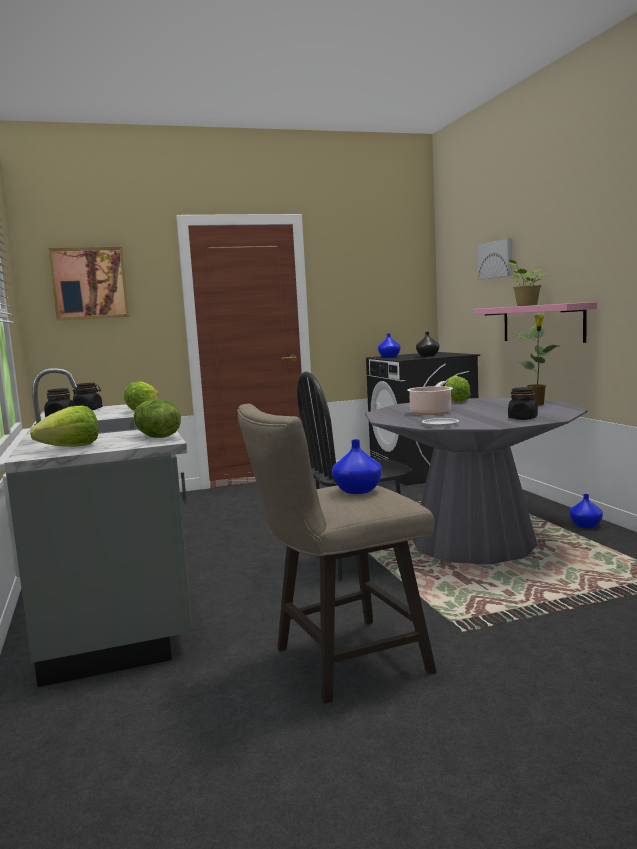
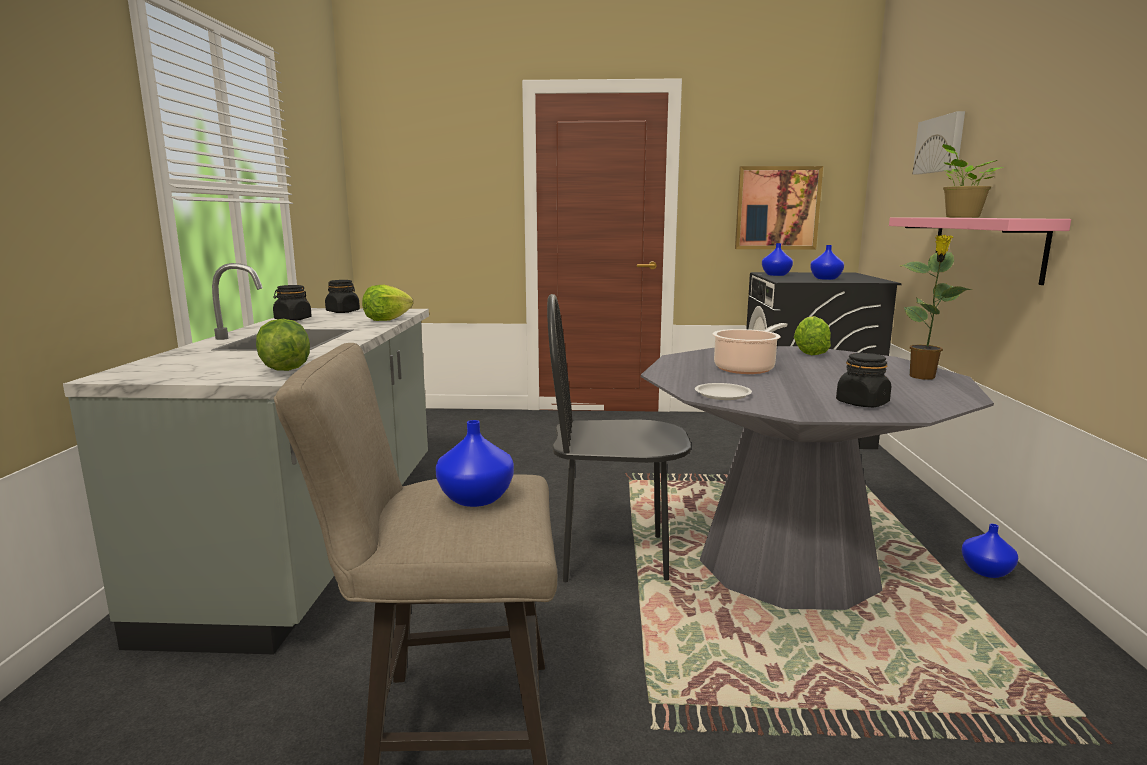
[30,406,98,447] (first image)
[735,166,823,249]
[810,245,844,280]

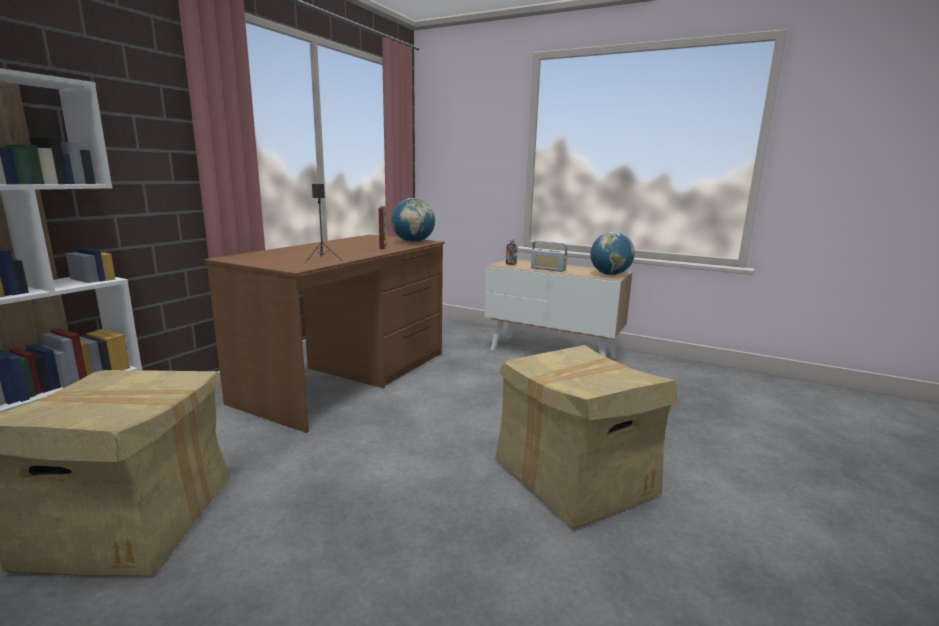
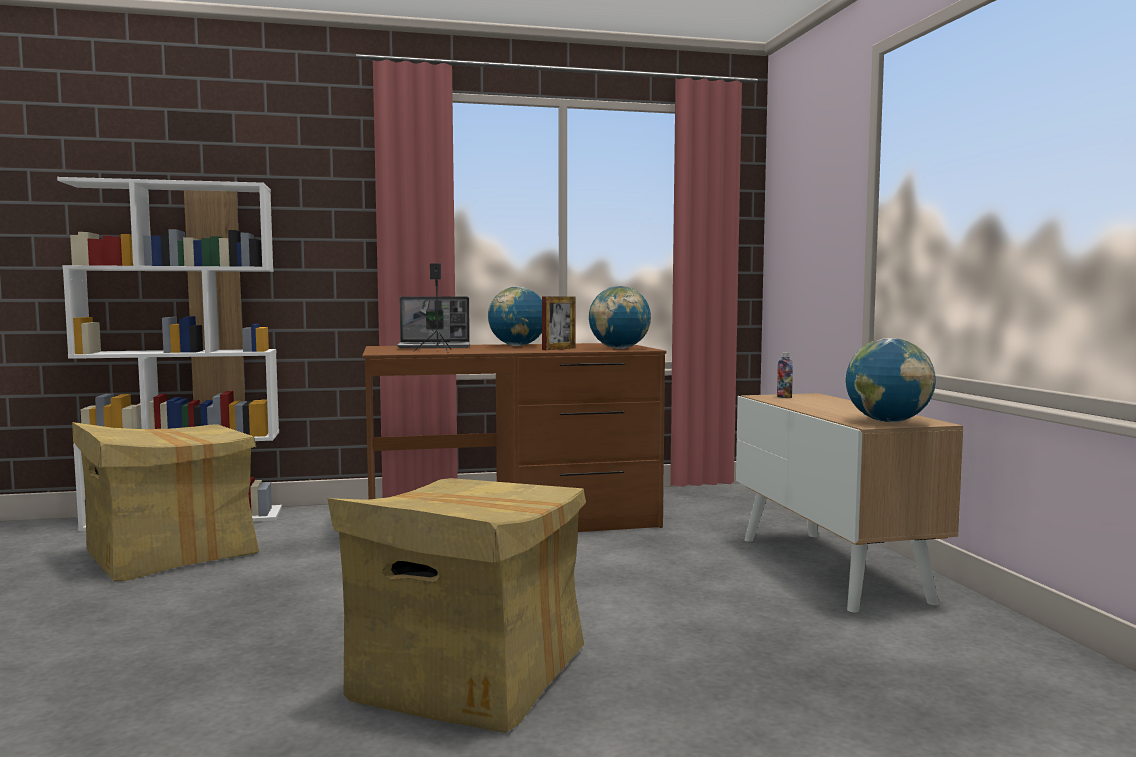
[531,241,567,272] (first image)
[397,297,470,348]
[488,287,542,346]

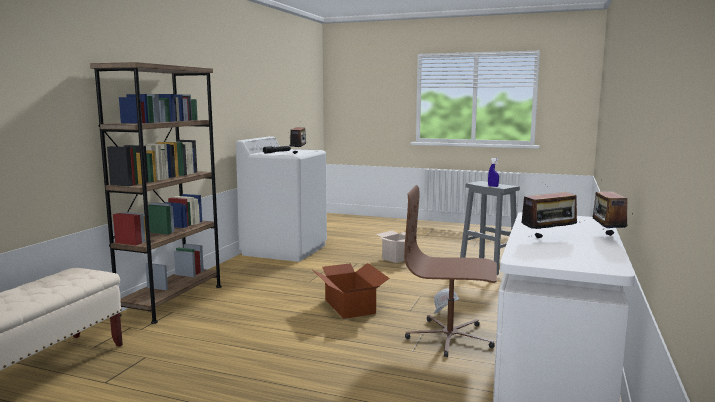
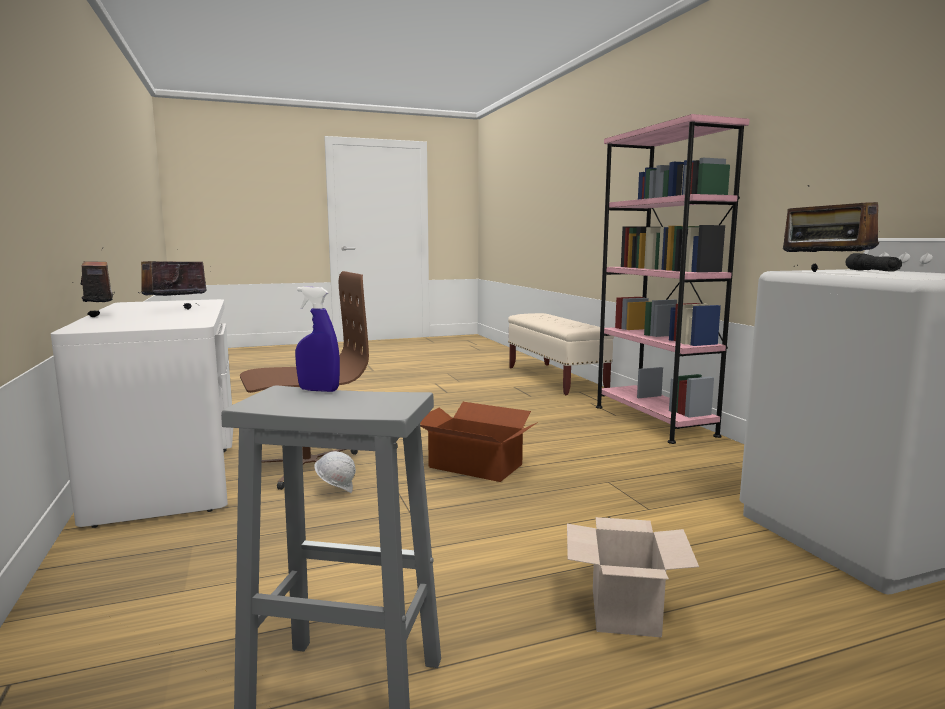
[596,114,749,444]

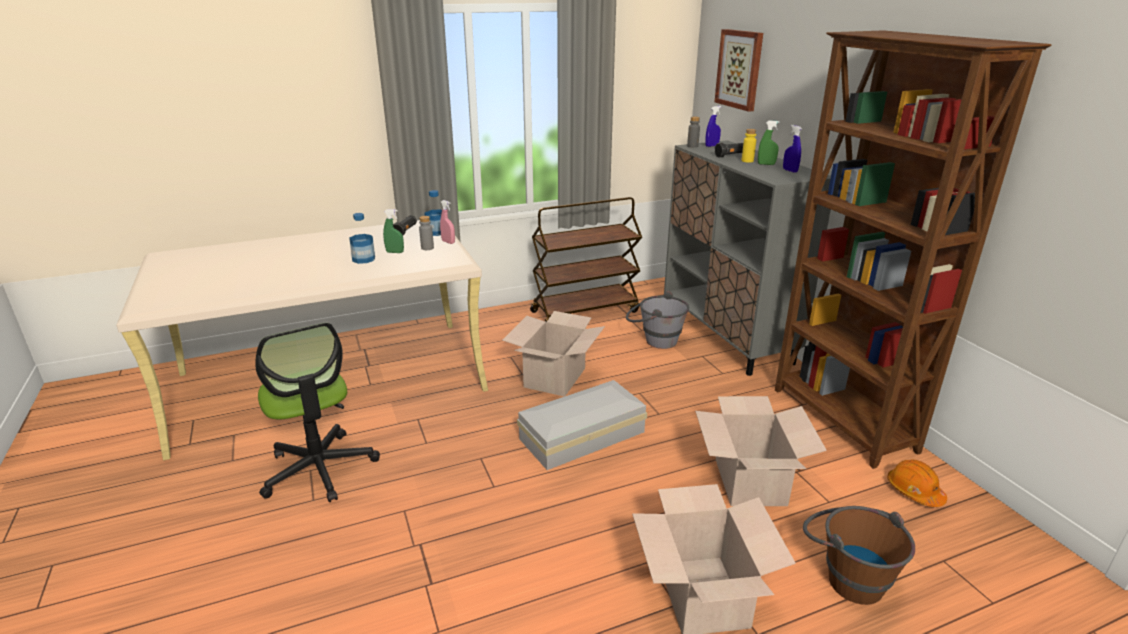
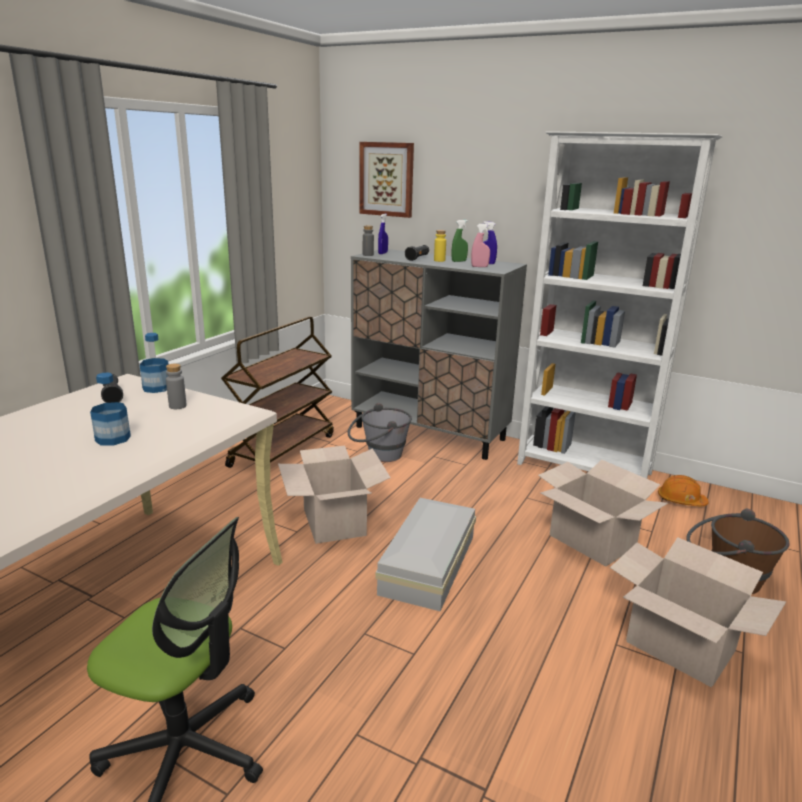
[383,209,404,253] (first image)
[471,224,490,267]
[517,131,723,479]

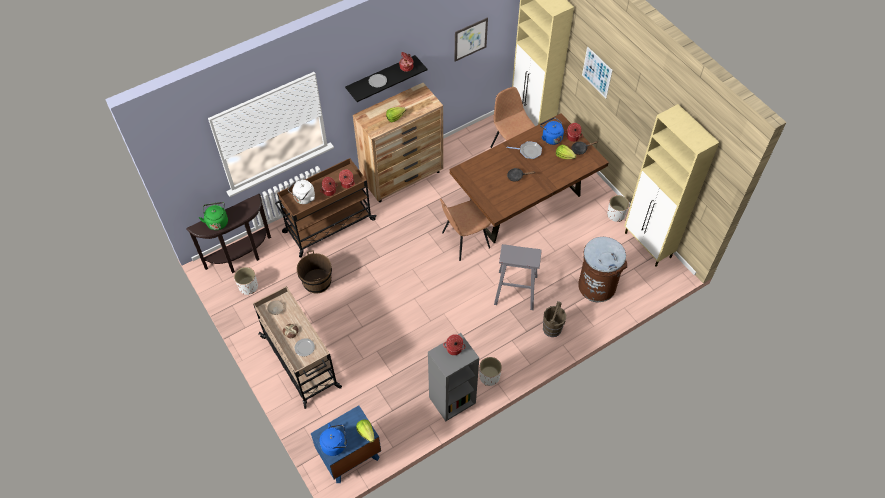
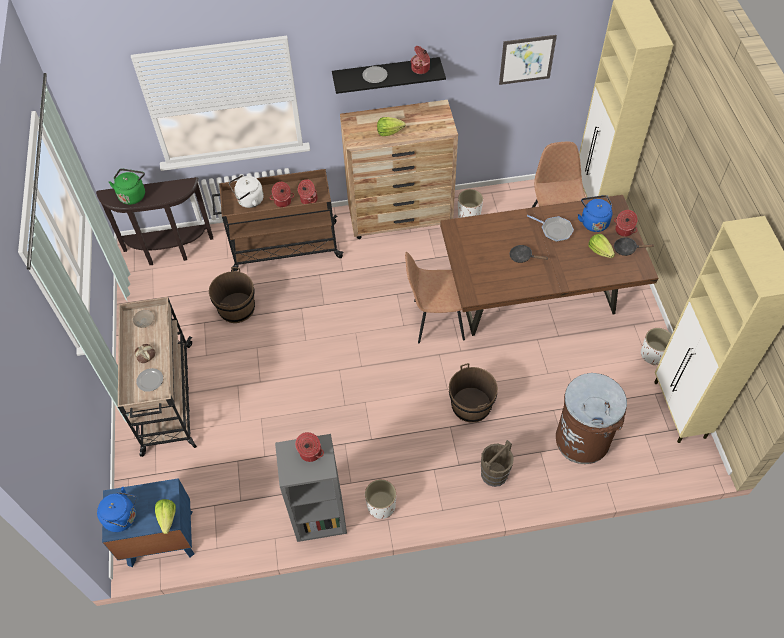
[582,46,613,98] (first image)
[458,189,483,218]
[449,363,498,423]

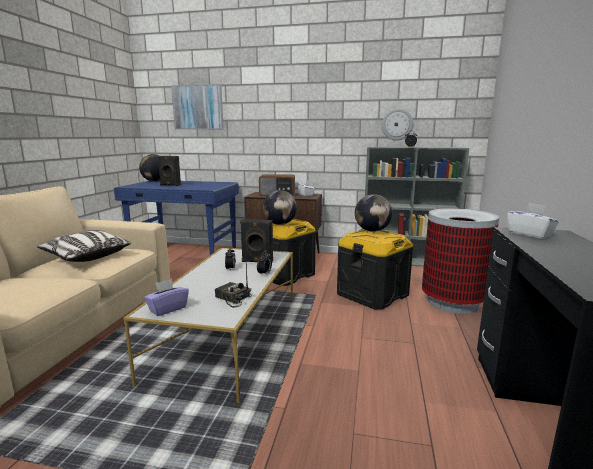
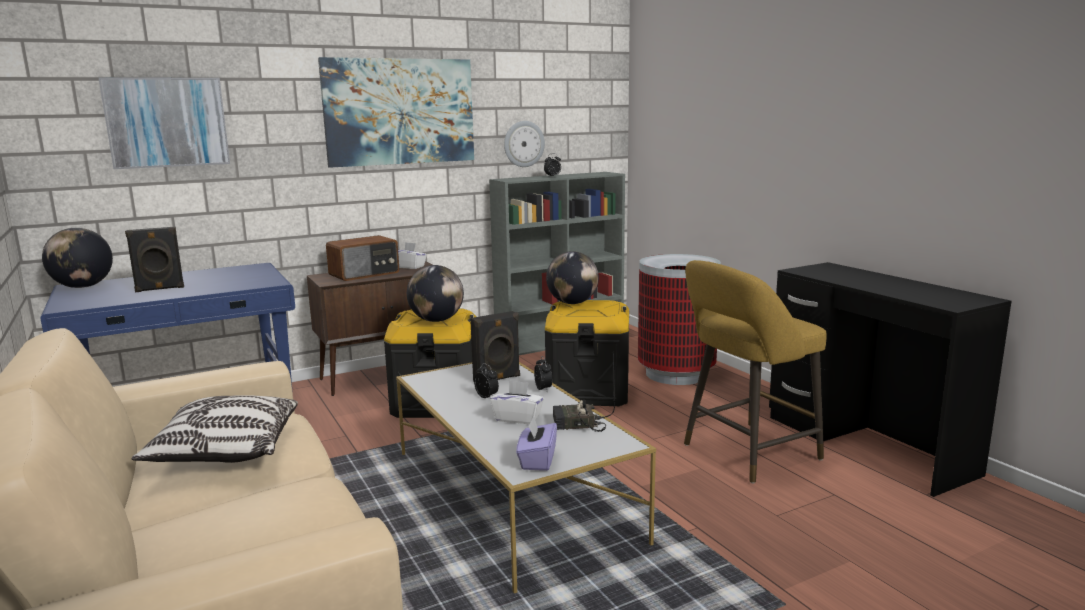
[318,57,474,168]
[684,260,827,483]
[490,380,544,424]

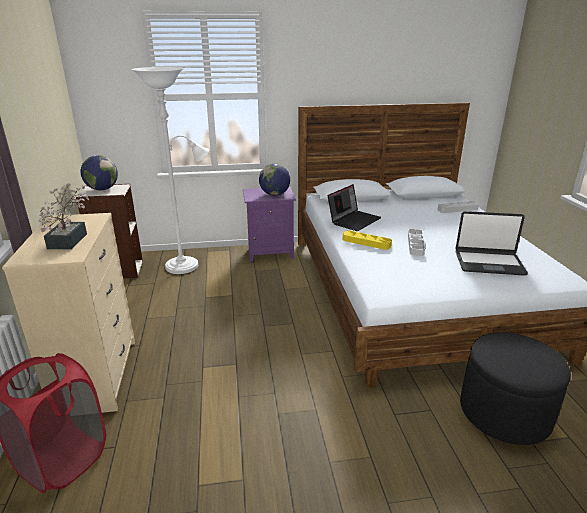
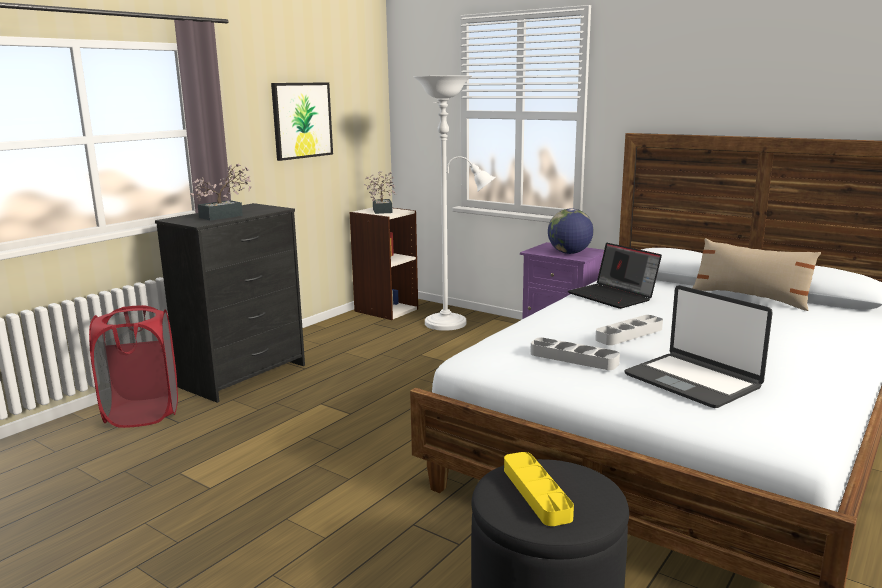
[271,82,333,161]
[693,238,821,311]
[504,452,574,526]
[530,337,620,370]
[364,171,396,214]
[155,203,305,403]
[568,243,662,309]

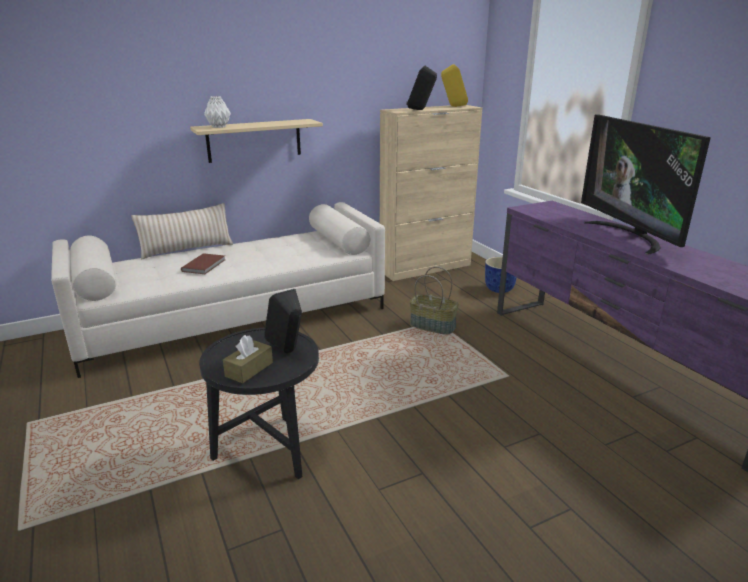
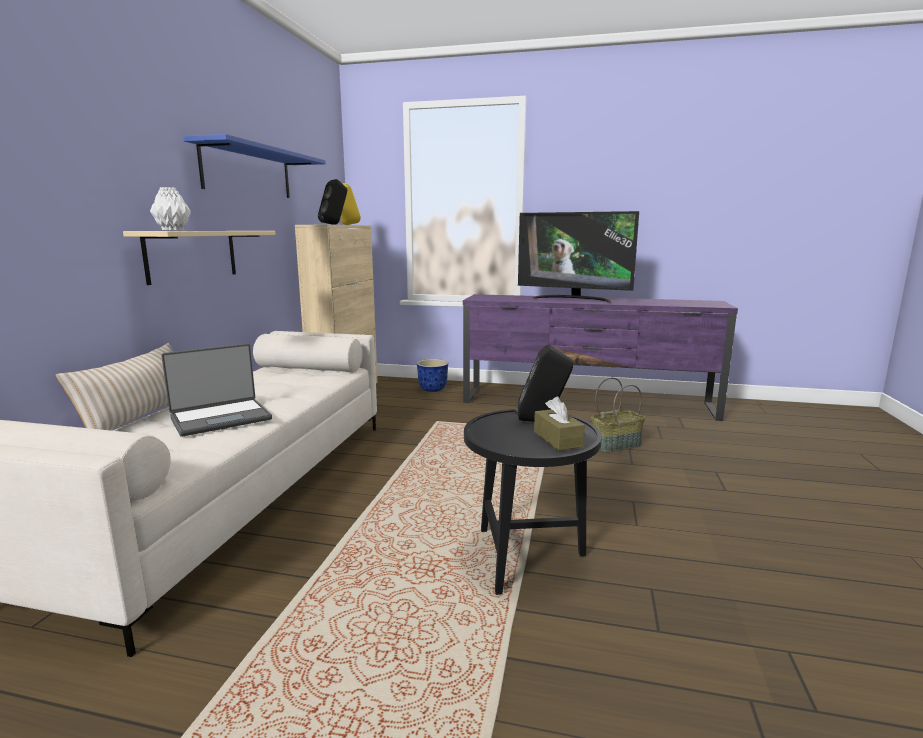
[183,134,326,198]
[591,377,645,452]
[161,344,272,437]

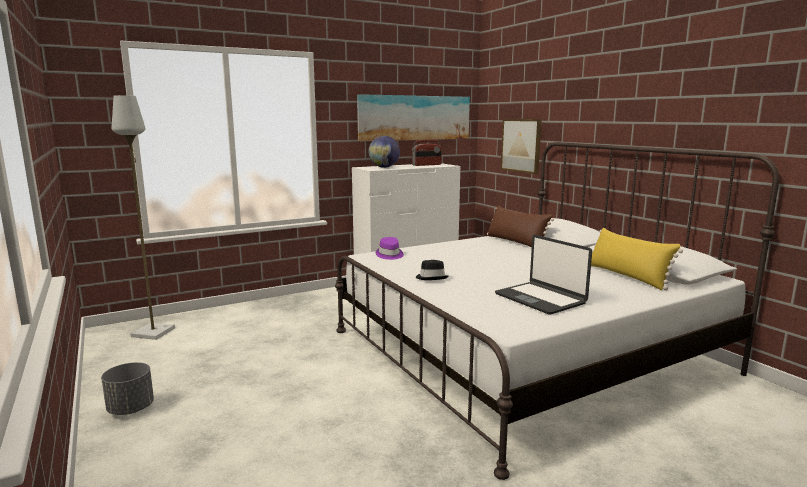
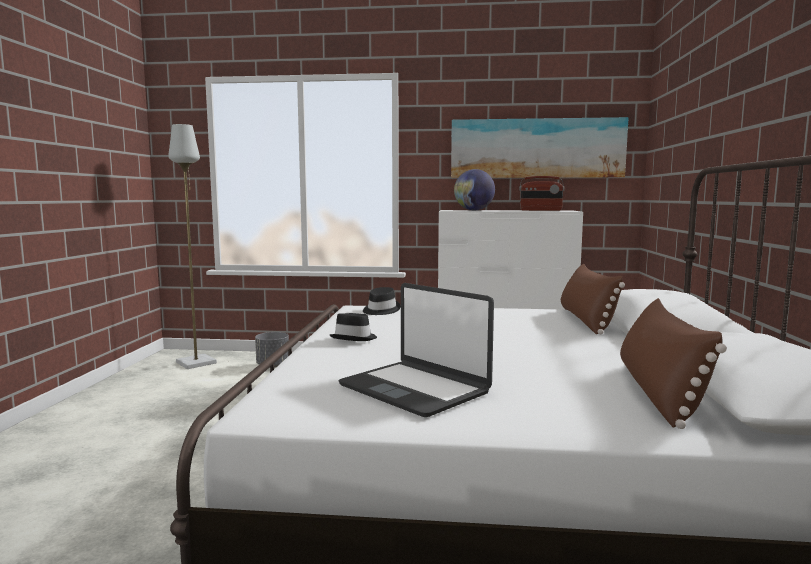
[501,119,542,174] (first image)
[255,332,289,368]
[363,287,401,315]
[620,298,727,429]
[339,283,494,417]

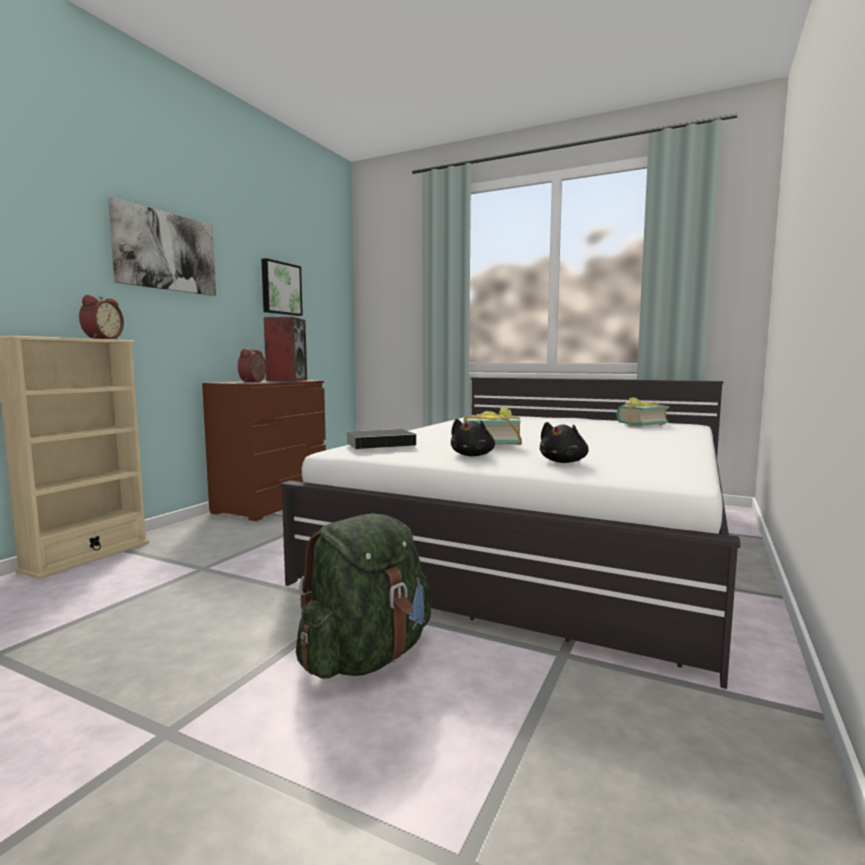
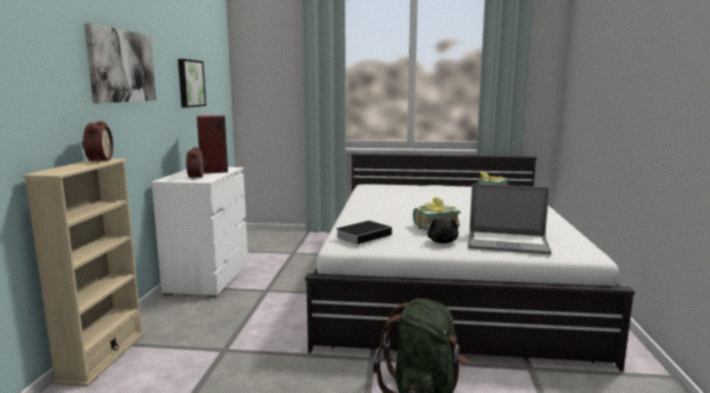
[468,184,551,255]
[152,167,248,298]

